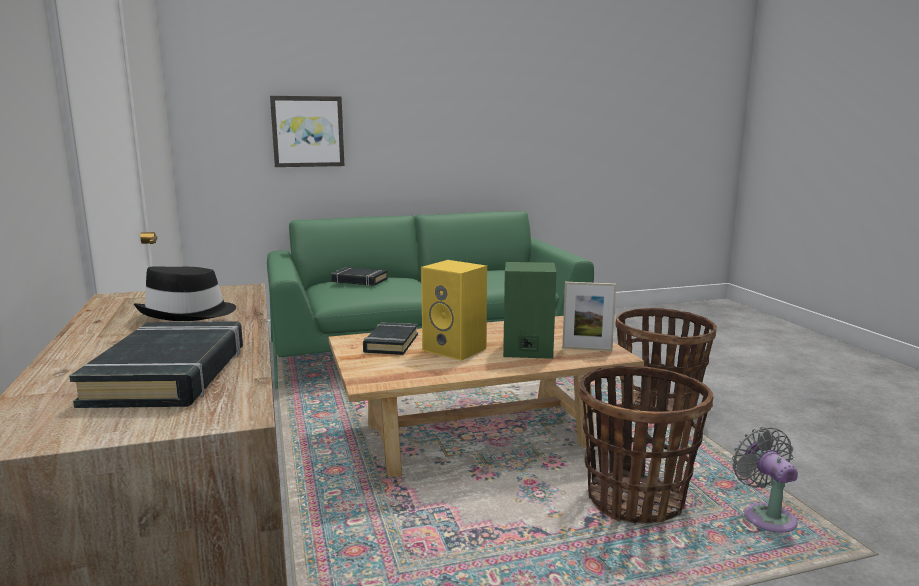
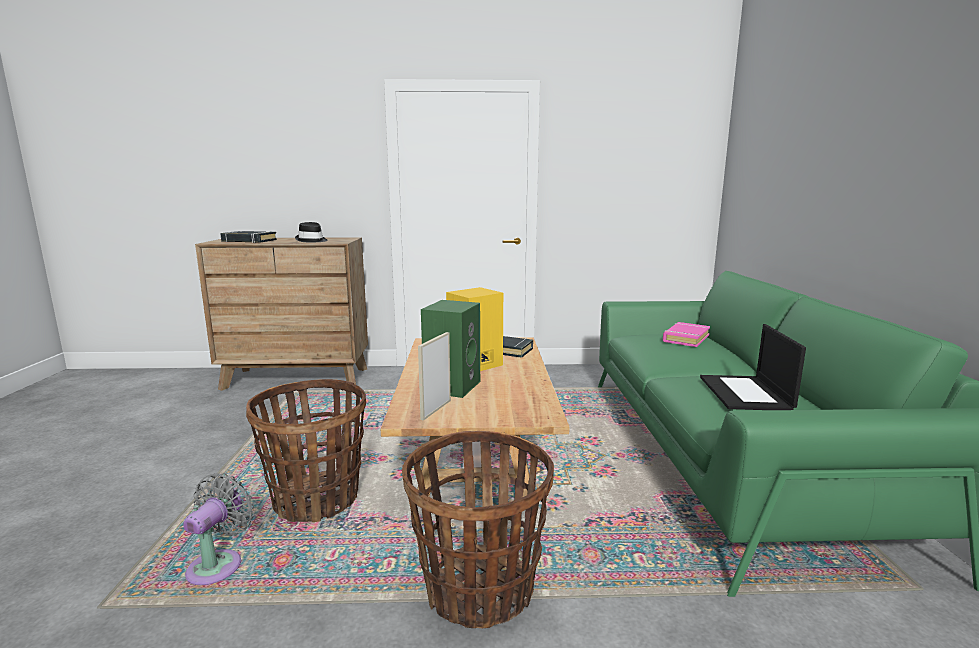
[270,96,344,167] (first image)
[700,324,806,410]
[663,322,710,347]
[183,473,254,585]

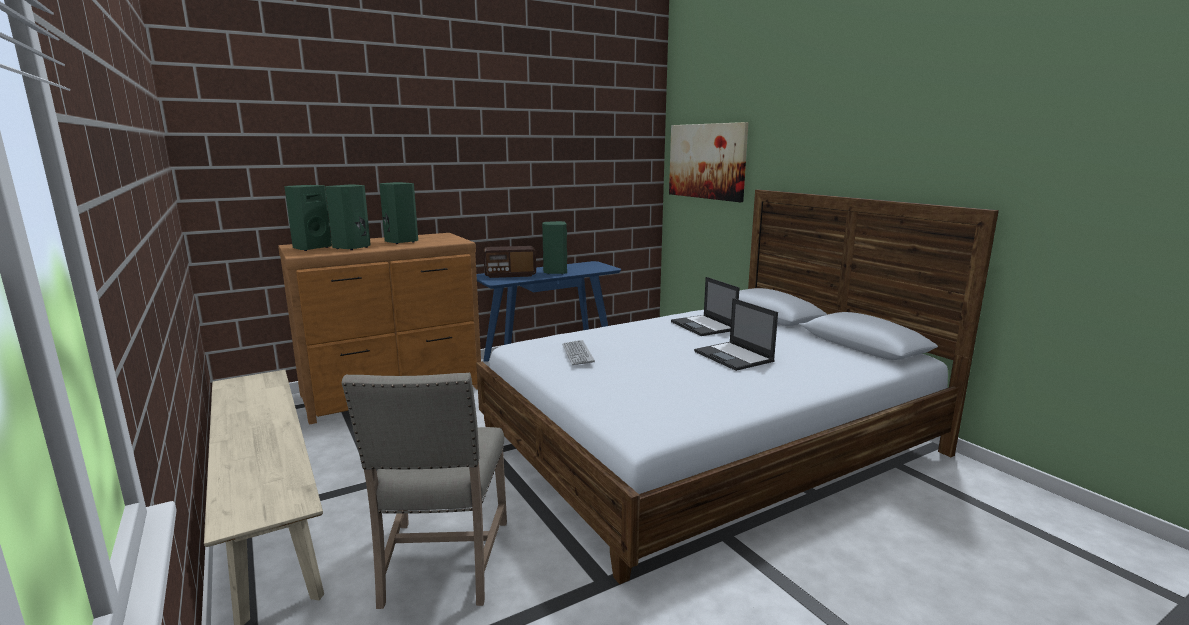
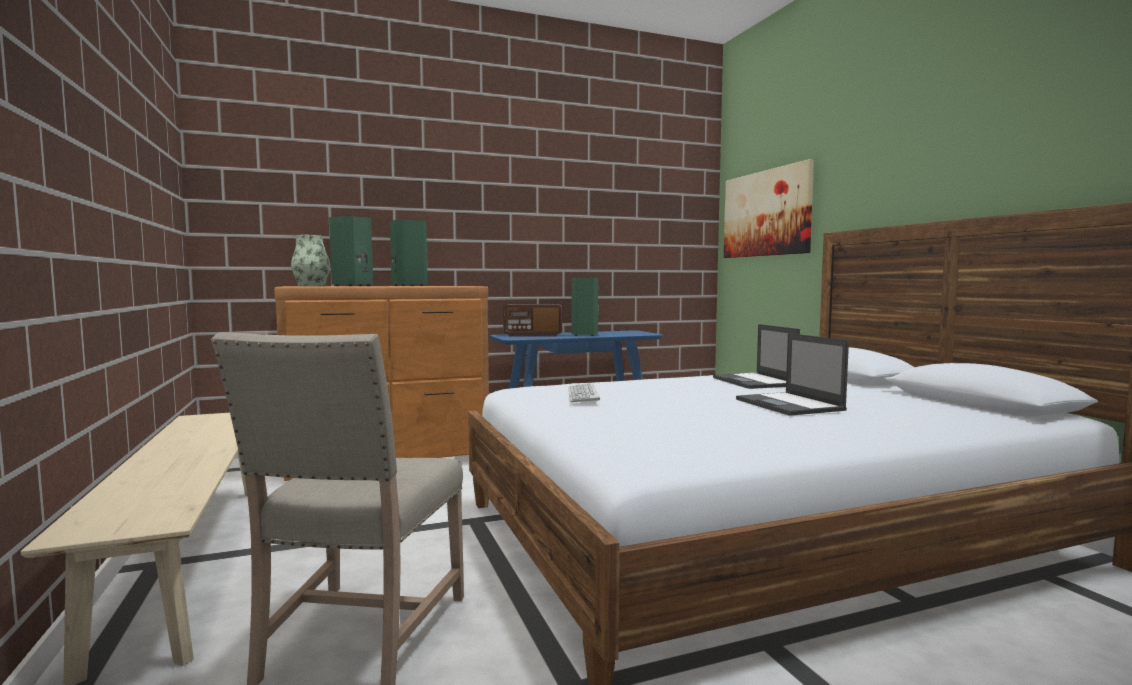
[291,235,330,286]

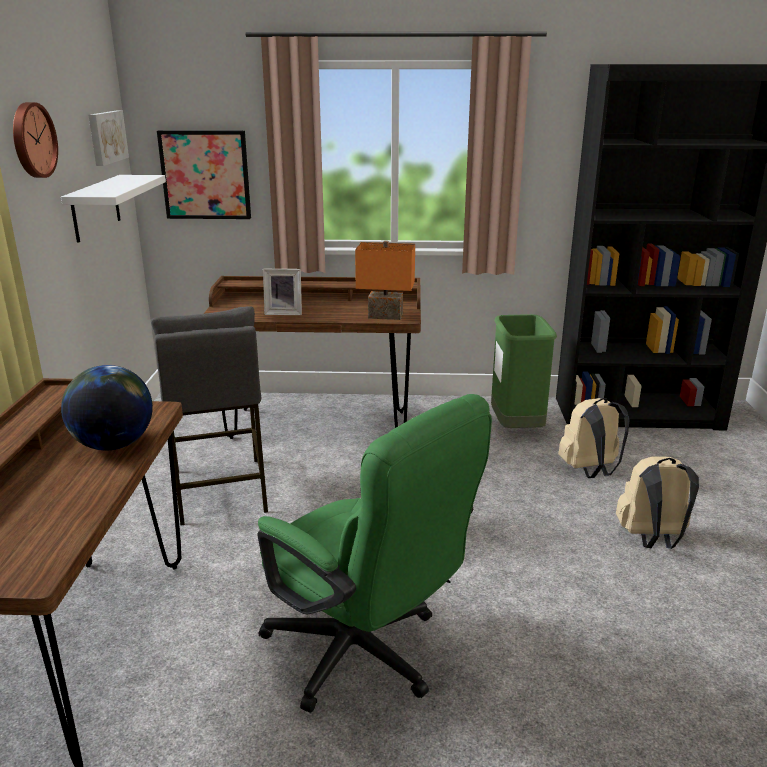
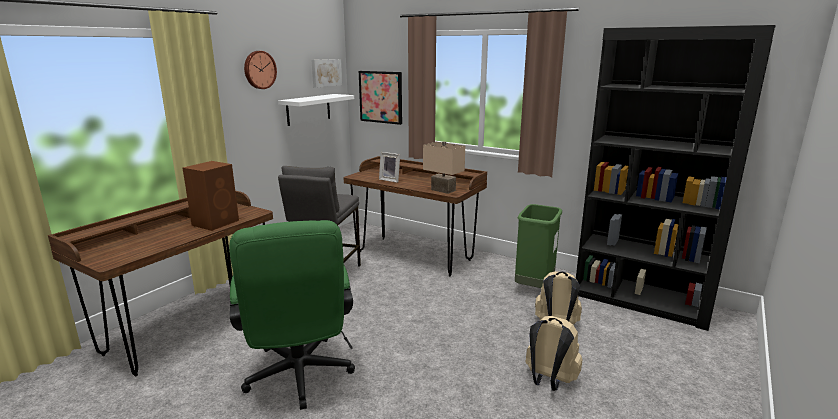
[183,161,239,231]
[423,141,465,194]

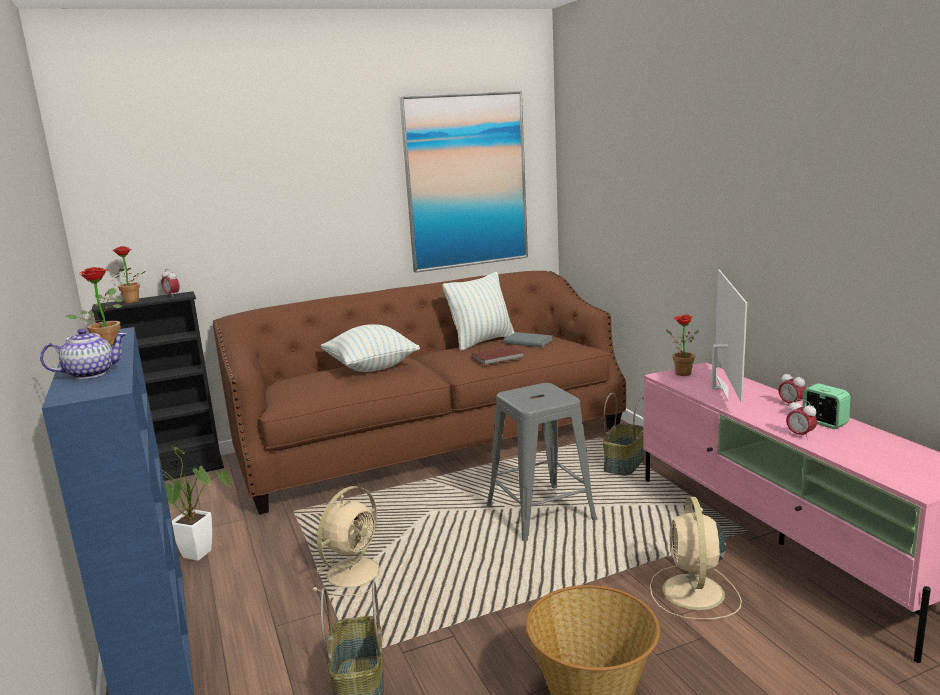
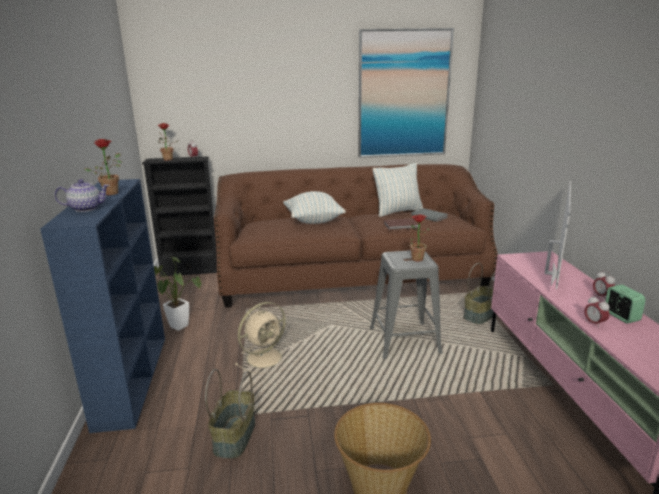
[650,497,742,620] (first image)
[410,215,430,261]

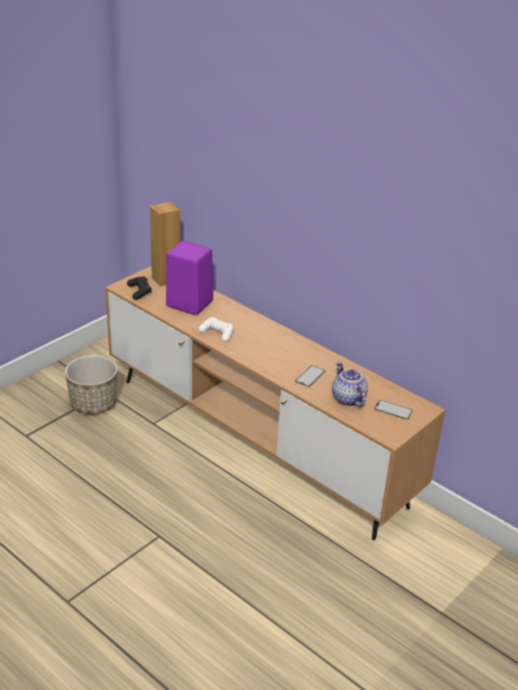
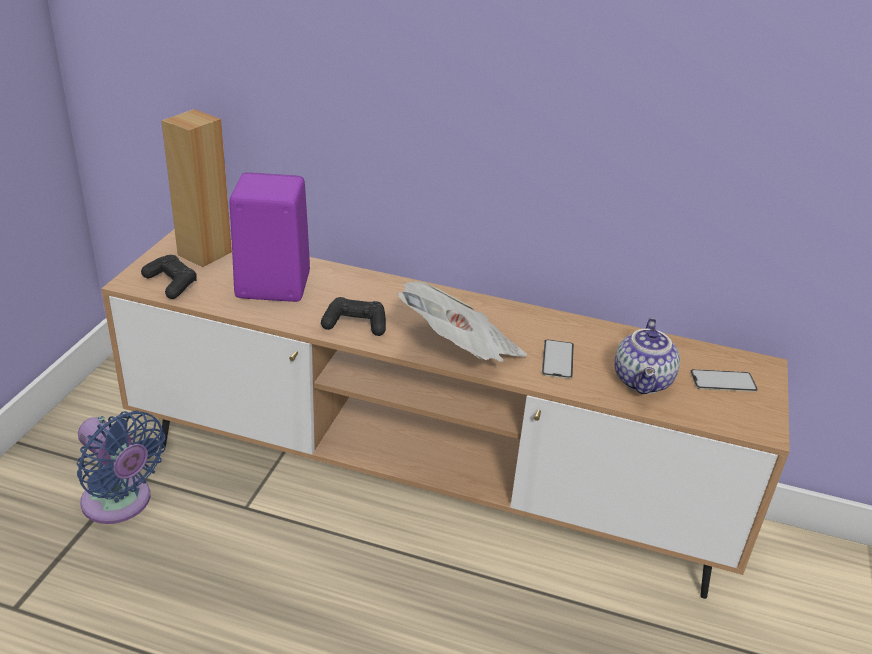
[397,281,527,362]
[77,410,166,524]
[321,297,386,336]
[615,318,680,394]

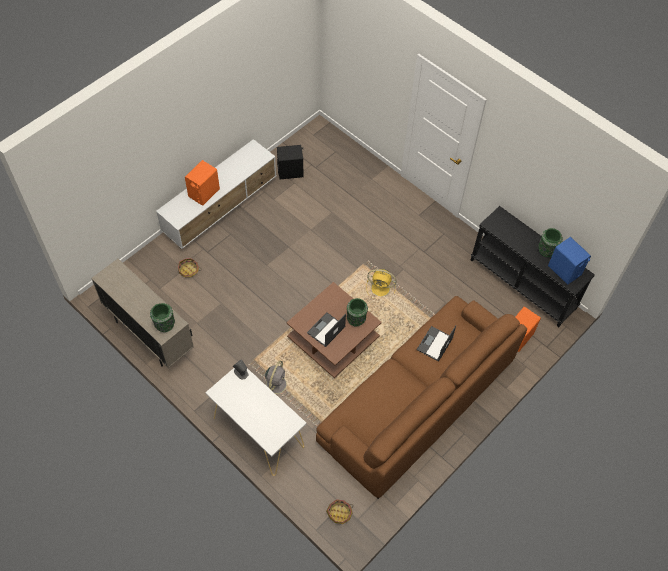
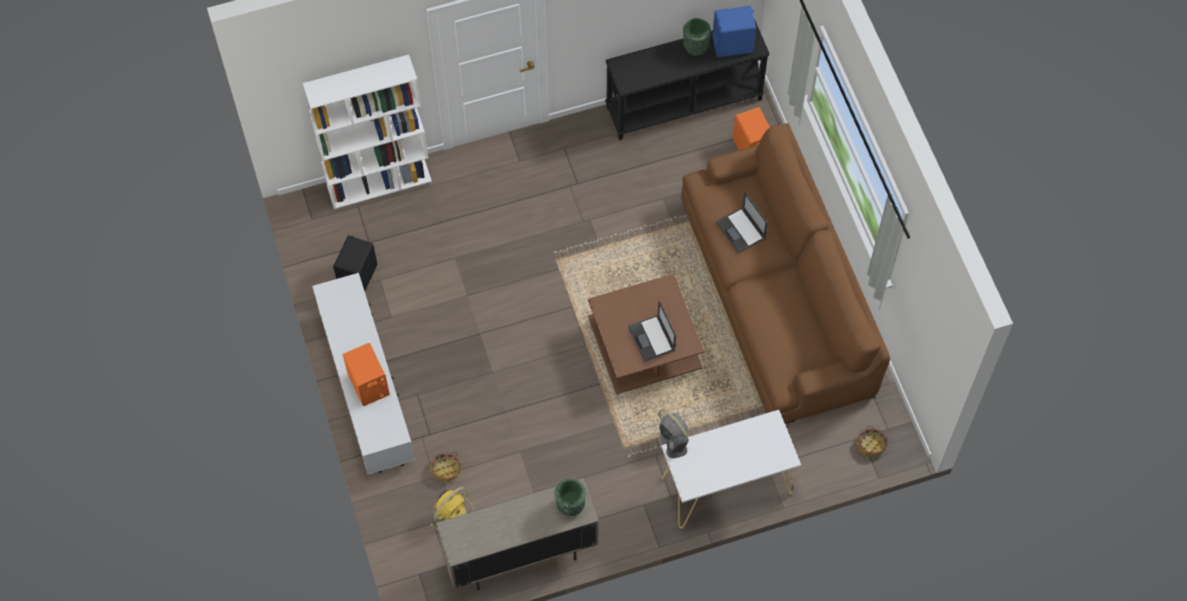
[347,298,368,327] (first image)
[303,55,432,209]
[430,487,474,530]

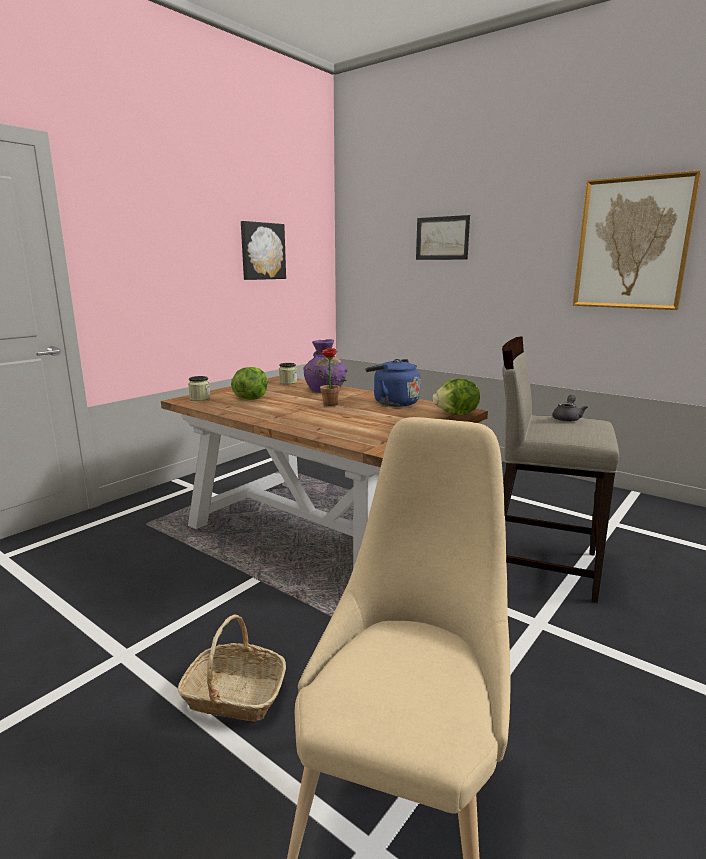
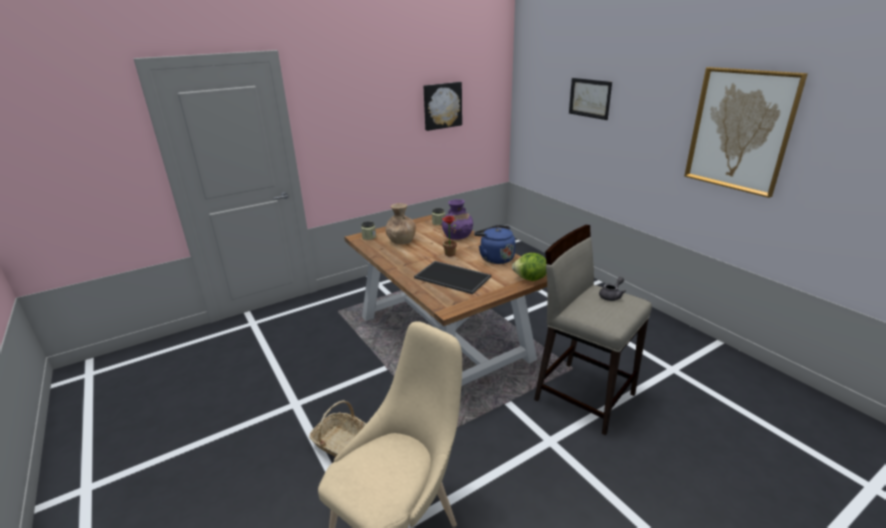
[414,261,491,294]
[385,203,416,244]

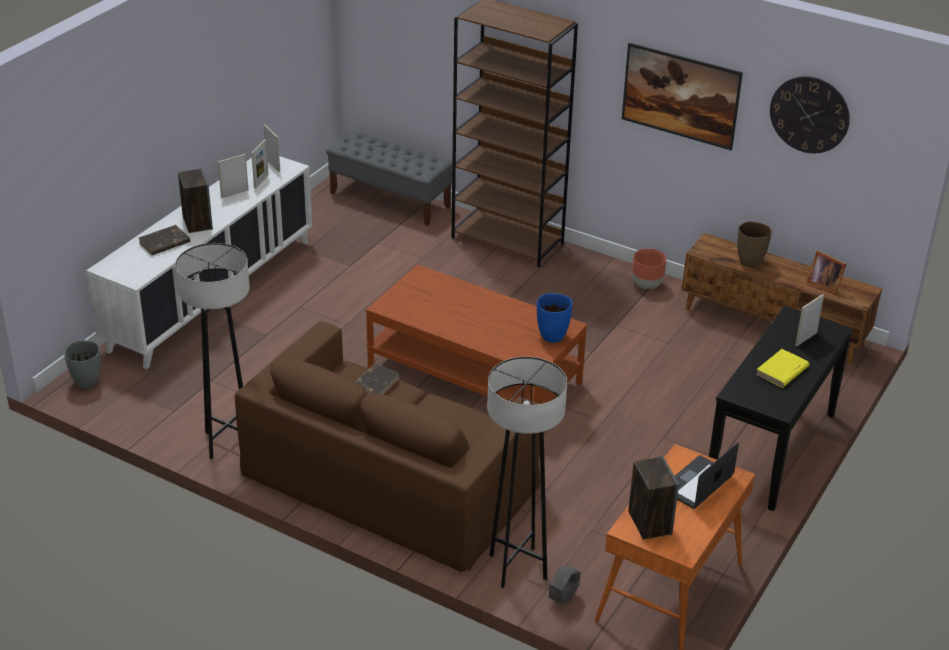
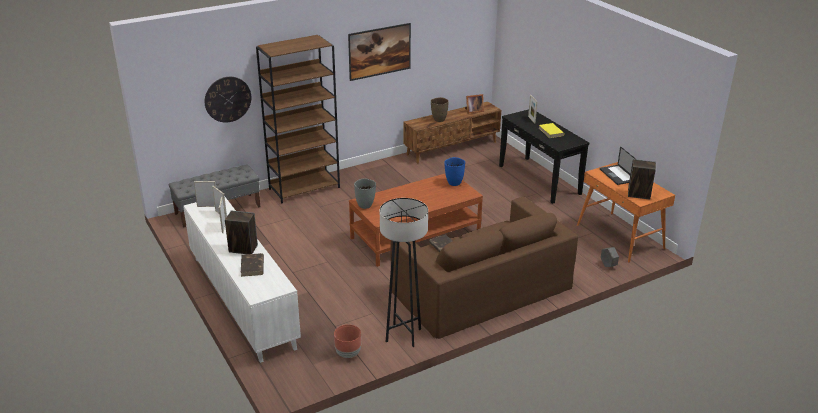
[487,357,567,588] (first image)
[354,178,376,209]
[334,325,361,358]
[205,77,251,123]

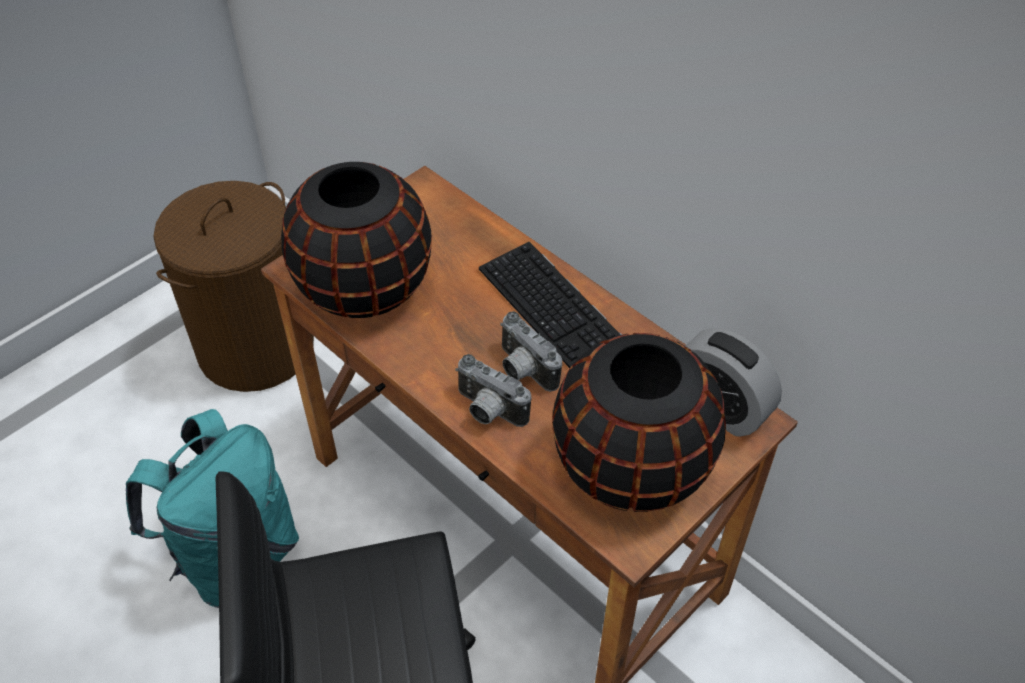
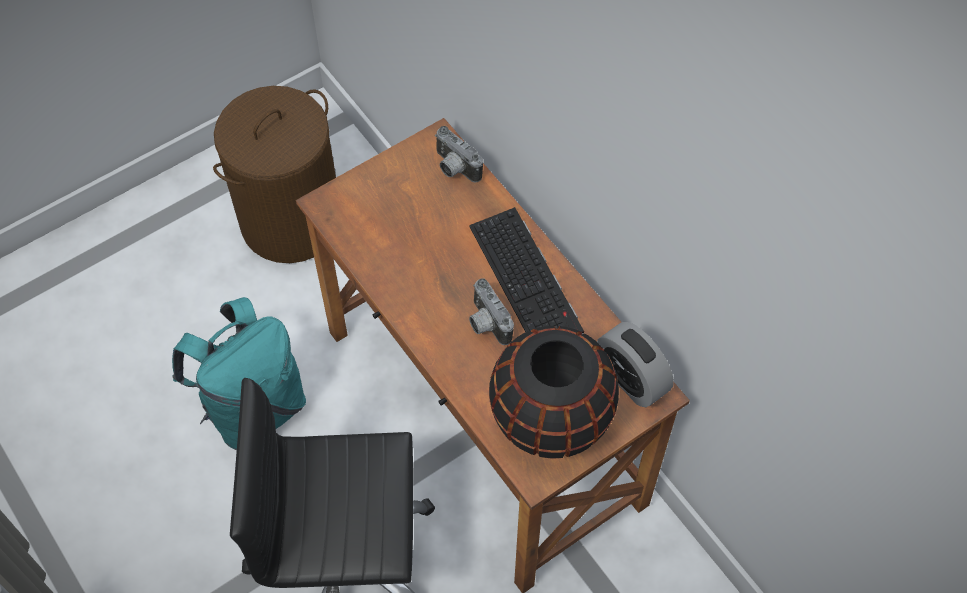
[281,162,432,318] (first image)
[435,126,483,183]

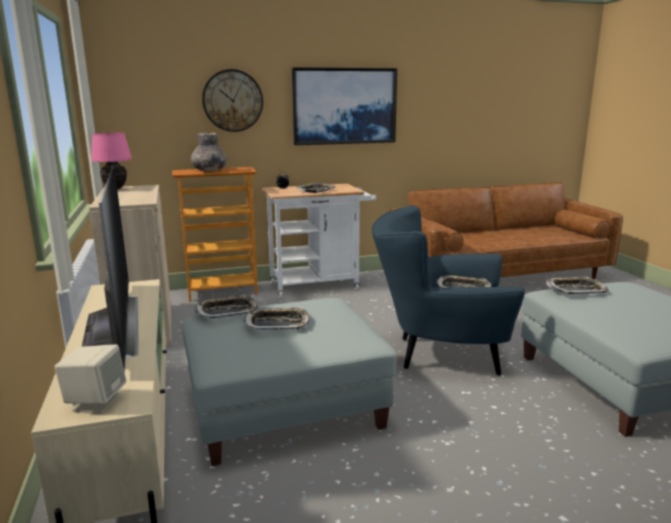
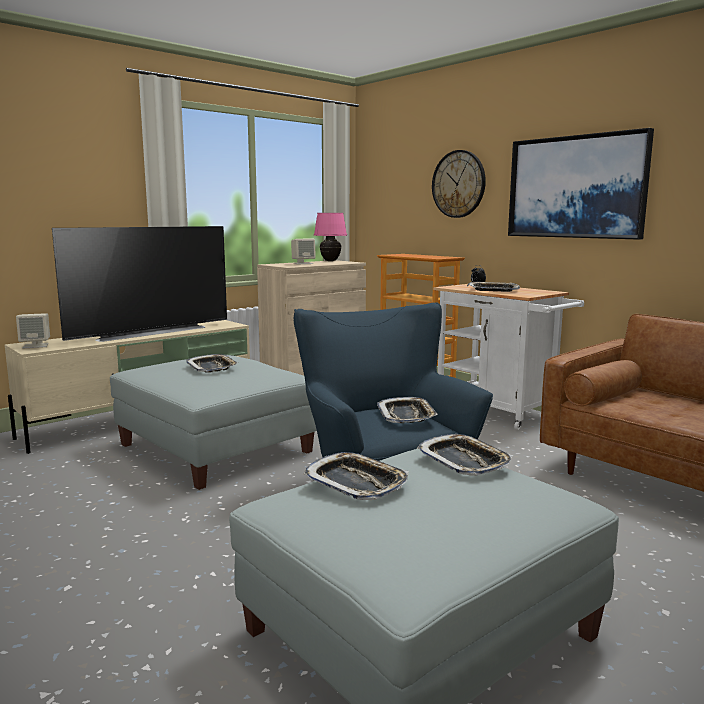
[191,133,227,171] (first image)
[291,239,316,264]
[303,452,409,500]

